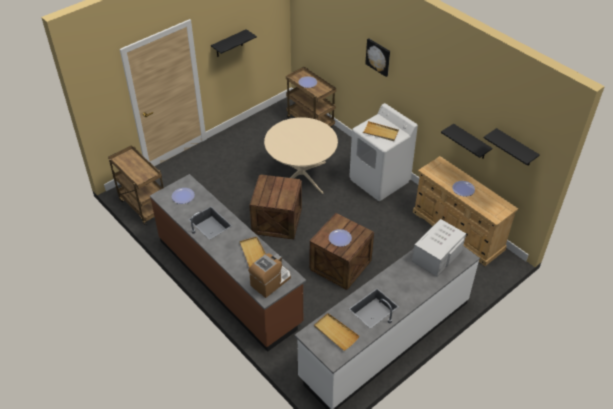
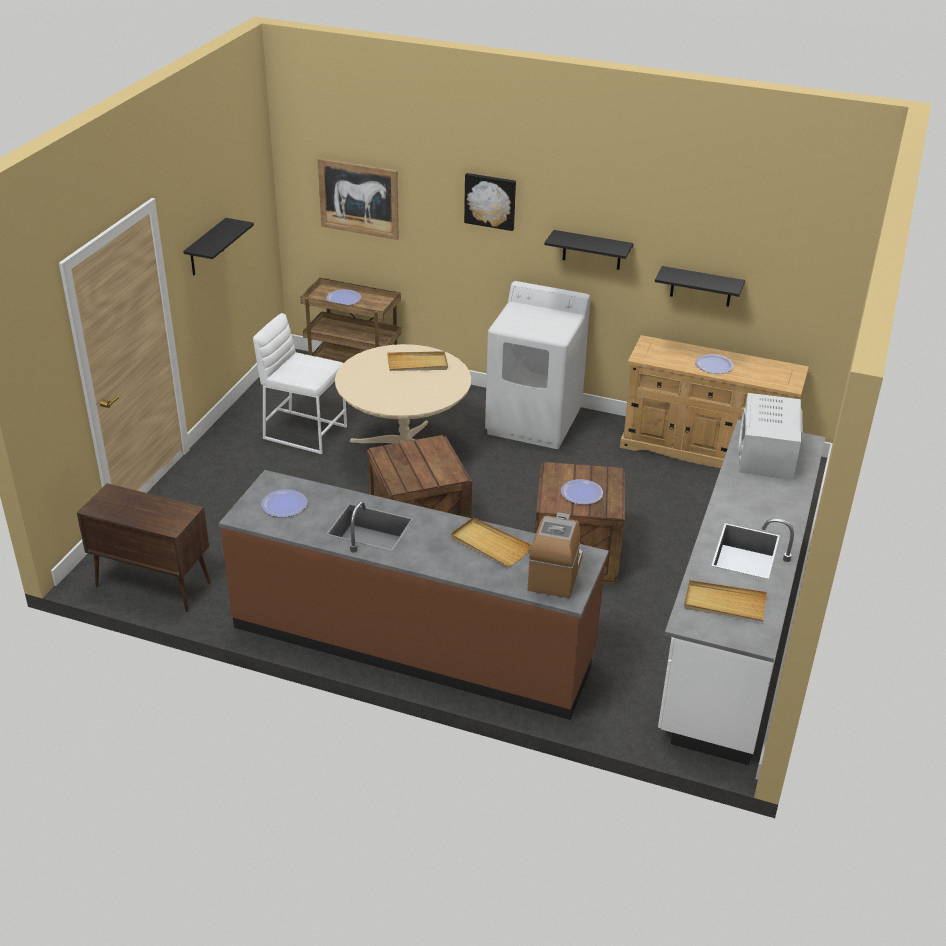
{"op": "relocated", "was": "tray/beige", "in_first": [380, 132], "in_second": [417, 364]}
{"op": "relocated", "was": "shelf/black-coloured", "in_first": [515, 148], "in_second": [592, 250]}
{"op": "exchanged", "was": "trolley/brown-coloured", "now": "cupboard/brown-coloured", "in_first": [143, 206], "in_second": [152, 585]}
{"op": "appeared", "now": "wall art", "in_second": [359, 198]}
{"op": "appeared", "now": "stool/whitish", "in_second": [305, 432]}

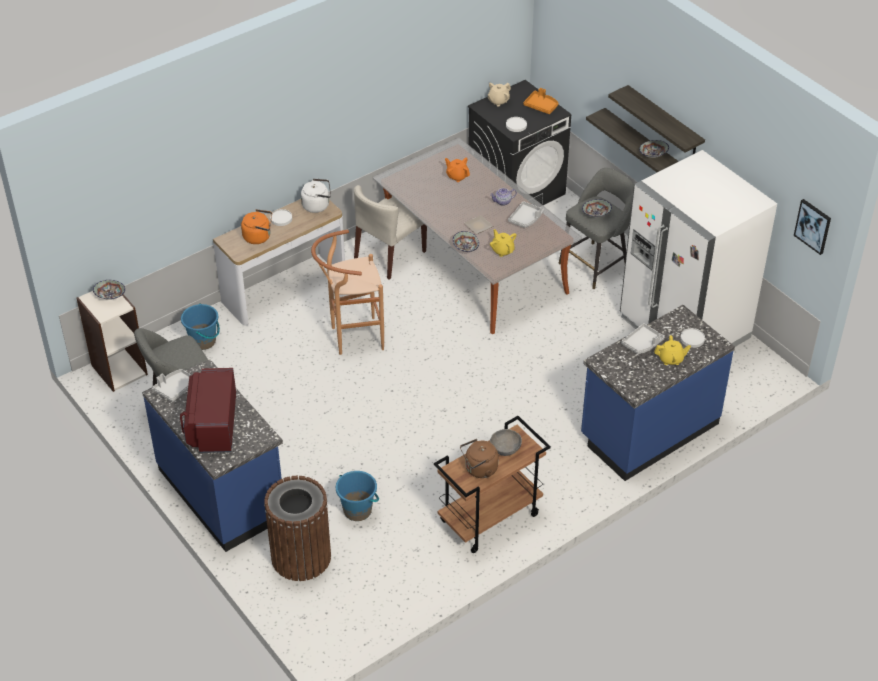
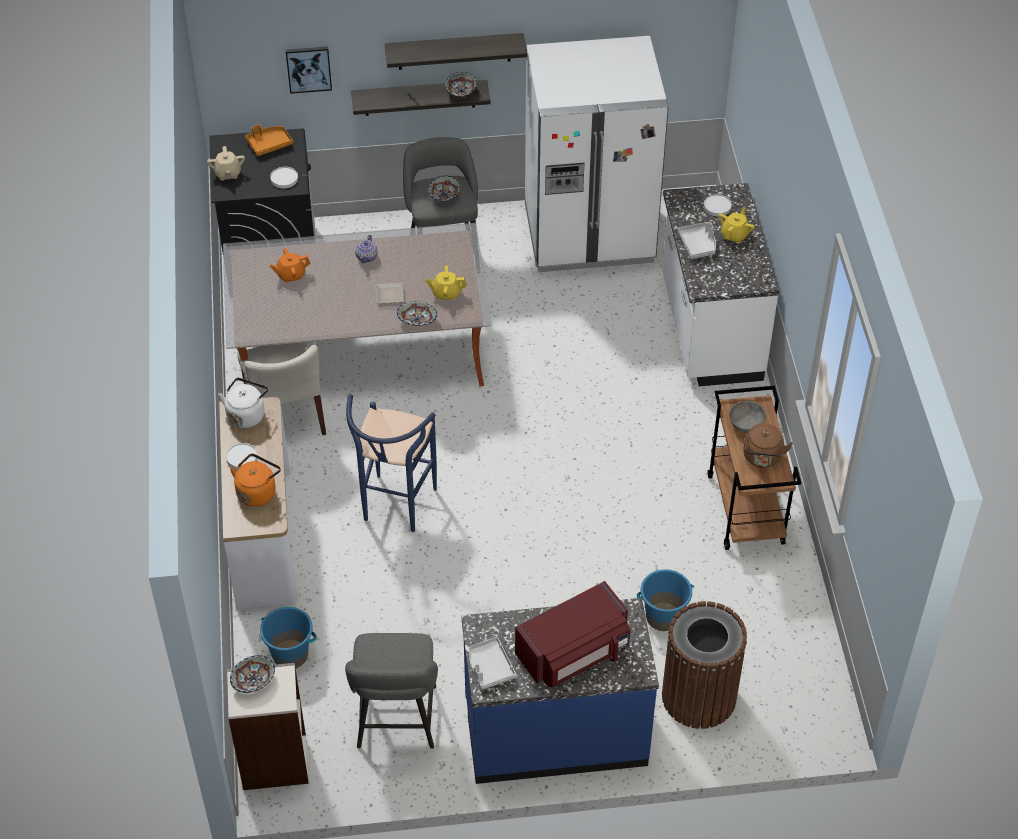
{"op": "relocated", "was": "wall art", "in_first": [813, 226], "in_second": [308, 68]}
{"op": "missing", "was": "tray/gray", "in_first": [526, 219]}
{"op": "colour", "was": "stool/brown-coloured", "now": "stool/blue-coloured", "in_first": [351, 338], "in_second": [395, 509]}
{"op": "colour", "was": "kitchen counter/blue-coloured", "now": "kitchen counter/whitish", "in_first": [648, 430], "in_second": [709, 330]}
{"op": "spun", "was": "microwave oven/reddish", "in_first": [212, 424], "in_second": [574, 653], "clockwise": -60}

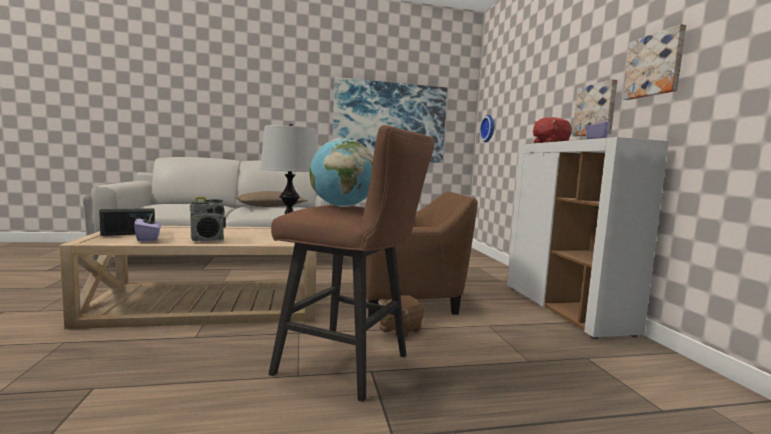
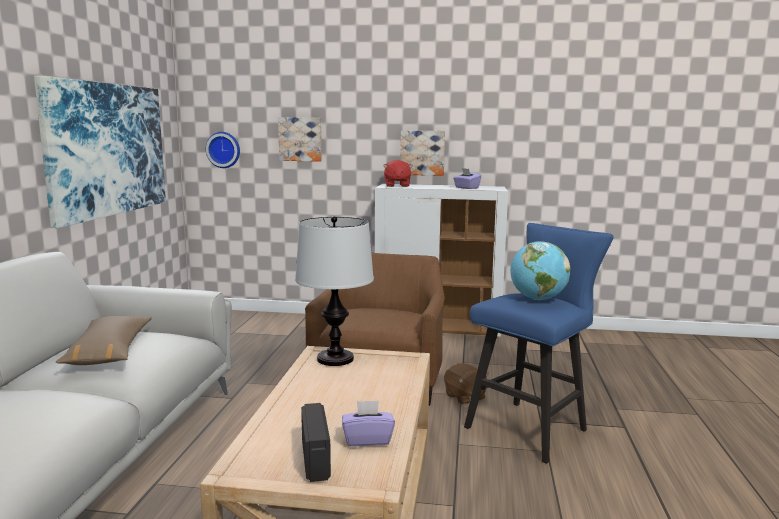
{"op": "relocated", "was": "wall art", "in_first": [655, 65], "in_second": [300, 139]}
{"op": "colour", "was": "stool/brown-coloured", "now": "stool/blue-coloured", "in_first": [351, 366], "in_second": [532, 427]}
{"op": "missing", "was": "radio receiver", "in_first": [208, 239]}

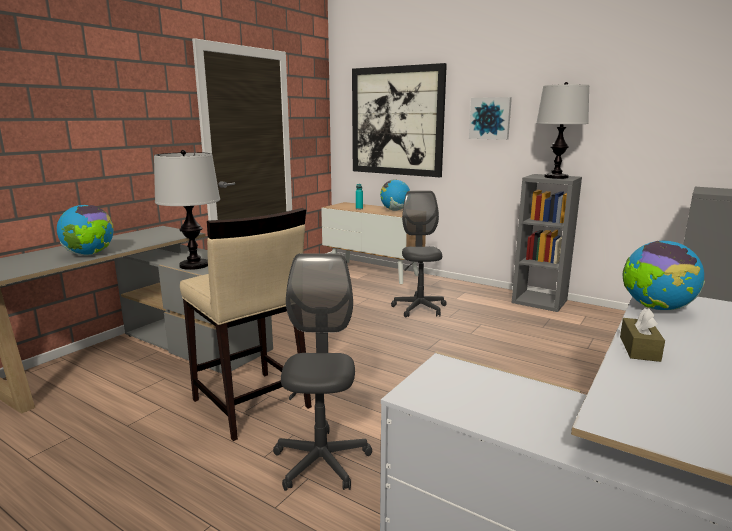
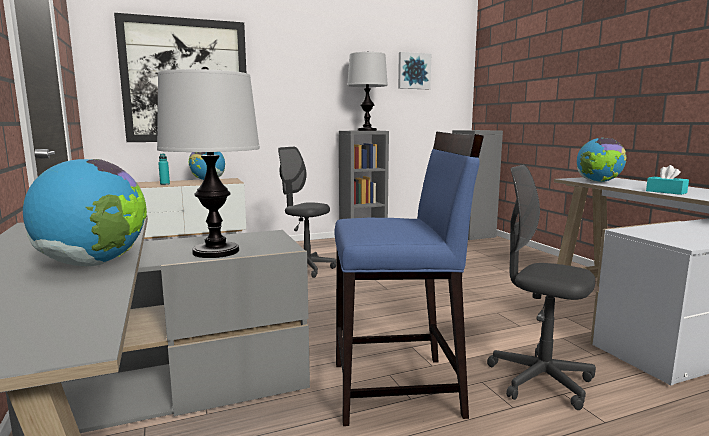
{"op": "relocated", "was": "wall art", "in_first": [490, 118], "in_second": [413, 71]}
{"op": "colour", "was": "stool/beige", "now": "stool/blue-coloured", "in_first": [251, 404], "in_second": [397, 389]}
{"op": "colour", "was": "box of tissues/brown-coloured", "now": "box of tissues/turquoise", "in_first": [639, 349], "in_second": [666, 192]}

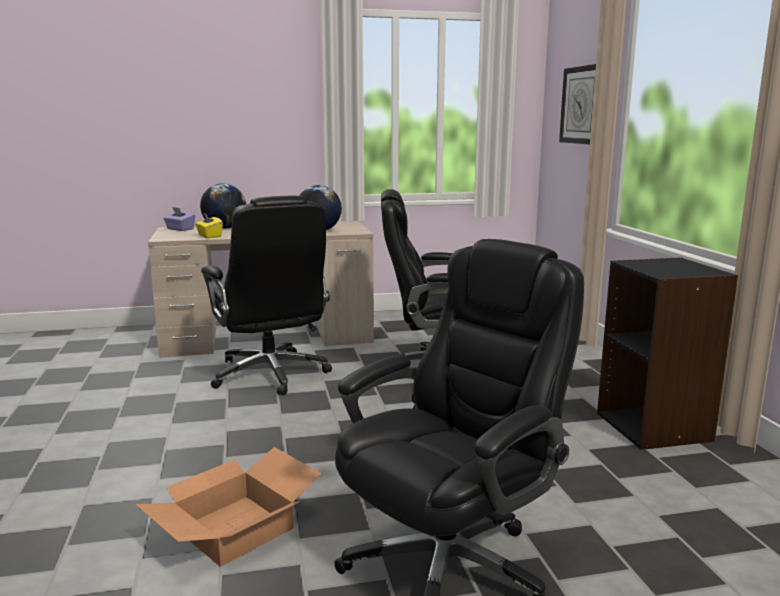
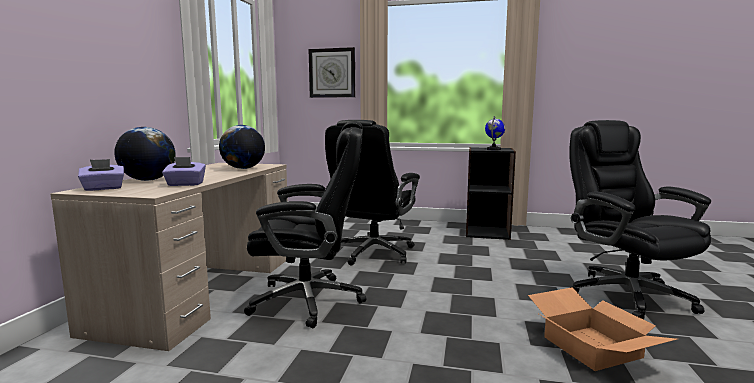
{"op": "colour", "was": "box of tissues/yellow-coloured", "now": "box of tissues/purplish", "in_first": [209, 236], "in_second": [185, 184]}
{"op": "appeared", "now": "world globe", "in_second": [493, 149]}

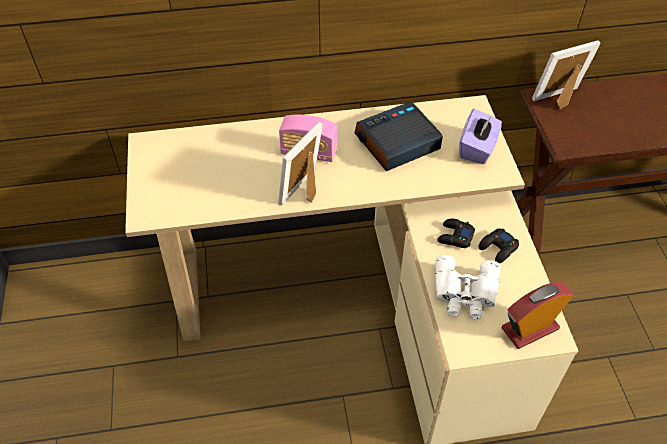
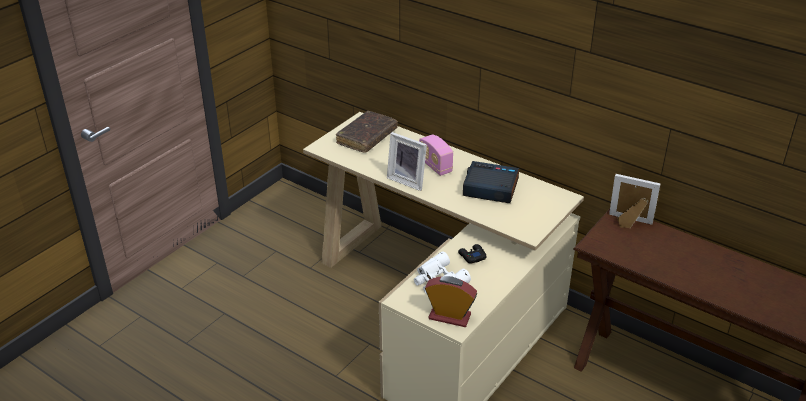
{"op": "missing", "was": "box of tissues/purplish", "in_first": [477, 148]}
{"op": "spun", "was": "picture frame", "in_first": [305, 191], "in_second": [408, 180], "clockwise": -135}
{"op": "missing", "was": "gamepad/black-coloured", "in_first": [498, 248]}
{"op": "appeared", "now": "bound book/brown-coloured", "in_second": [367, 137]}

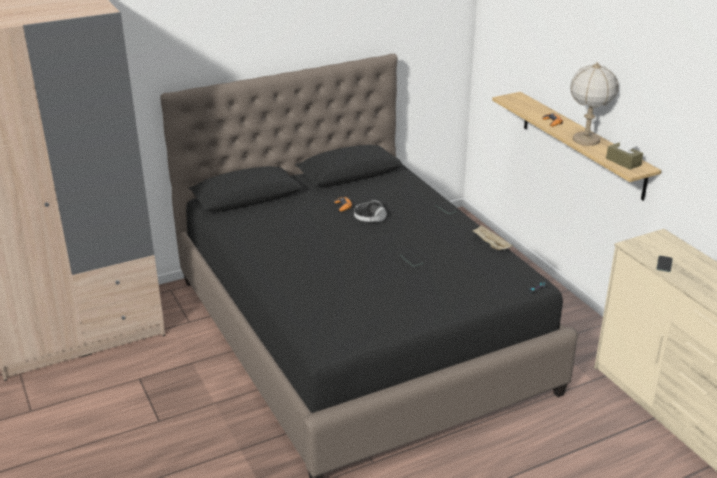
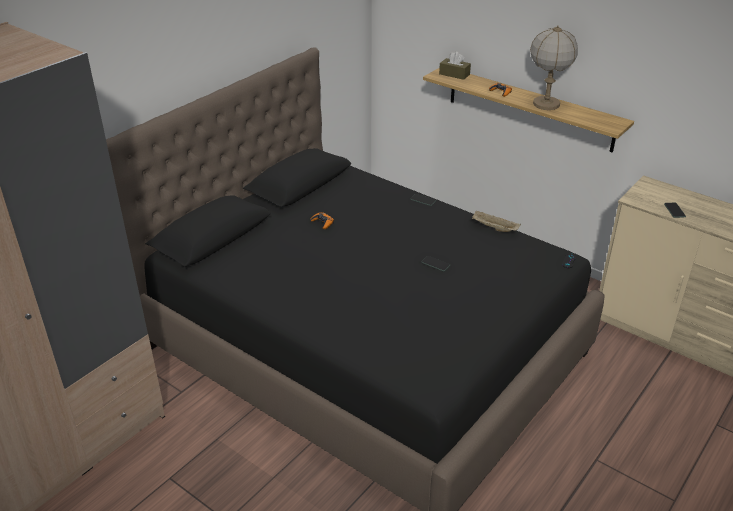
{"op": "relocated", "was": "box of tissues/brown-coloured", "in_first": [623, 162], "in_second": [454, 74]}
{"op": "missing", "was": "pair of headphones", "in_first": [369, 219]}

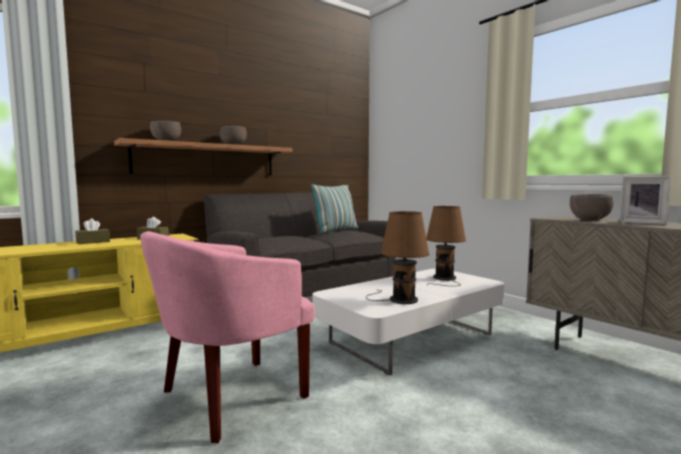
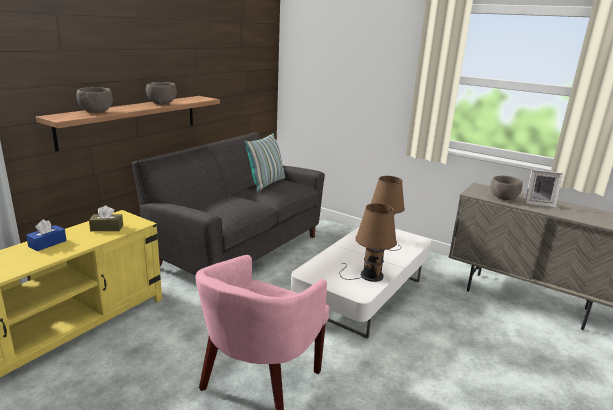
{"op": "colour", "was": "box of tissues/brown-coloured", "now": "box of tissues/blue-coloured", "in_first": [93, 242], "in_second": [47, 243]}

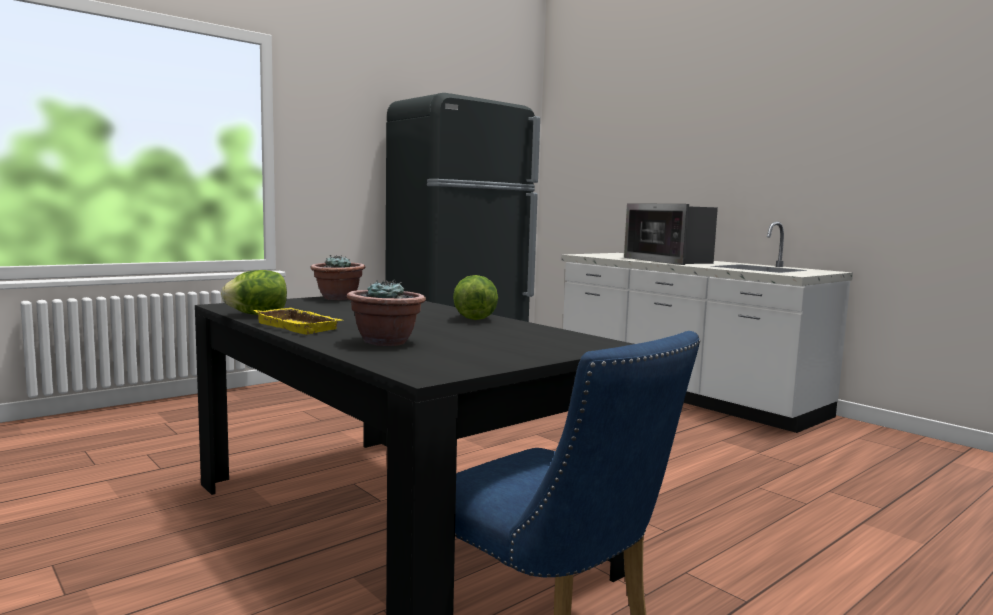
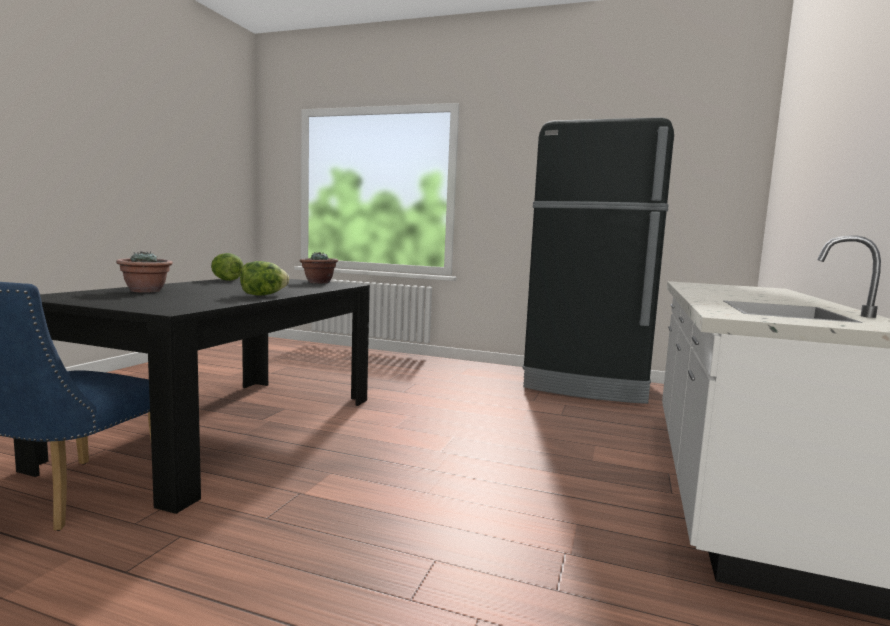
{"op": "missing", "was": "microwave oven", "in_first": [670, 261]}
{"op": "missing", "was": "tray/yellow-coloured", "in_first": [301, 327]}

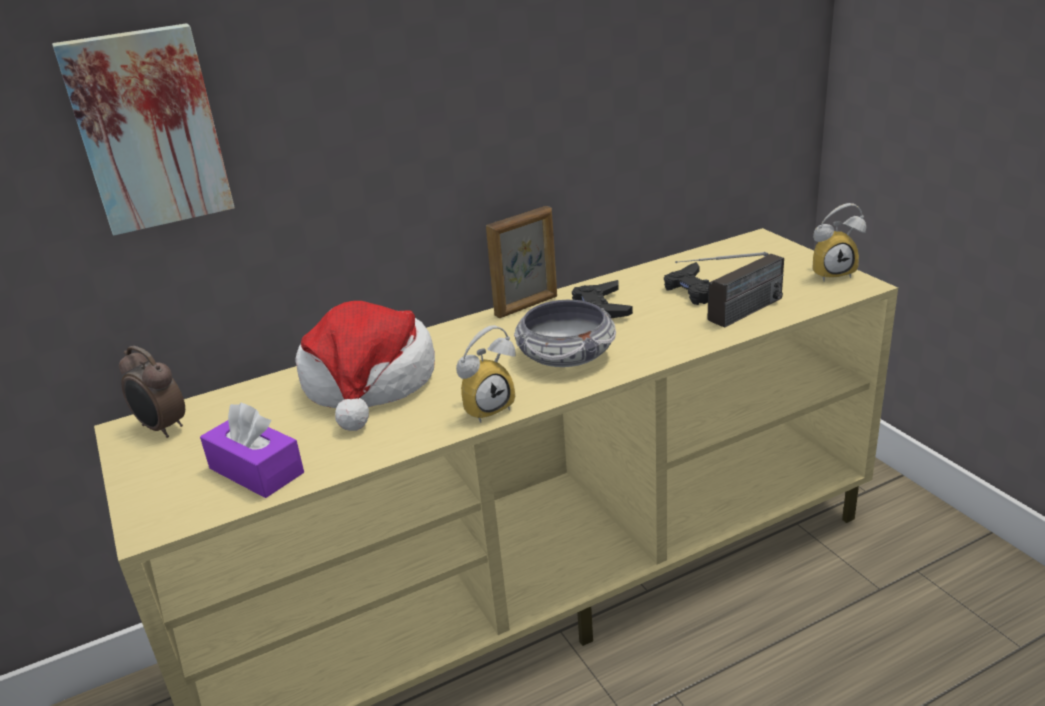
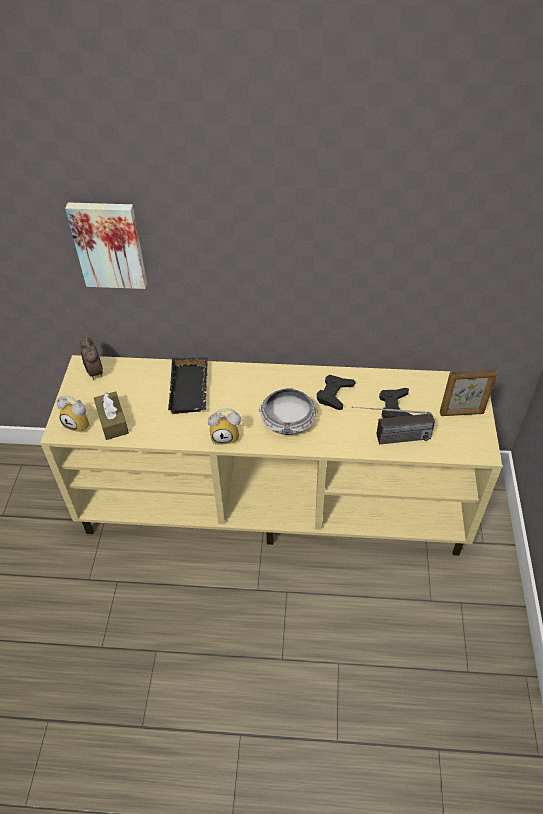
{"op": "relocated", "was": "bedside clock", "in_first": [832, 273], "in_second": [80, 423]}
{"op": "relocated", "was": "picture frame", "in_first": [527, 306], "in_second": [462, 413]}
{"op": "exchanged", "was": "hat", "now": "tray/black-coloured", "in_first": [369, 383], "in_second": [191, 390]}
{"op": "colour", "was": "box of tissues/purplish", "now": "box of tissues/brown-coloured", "in_first": [256, 470], "in_second": [112, 421]}

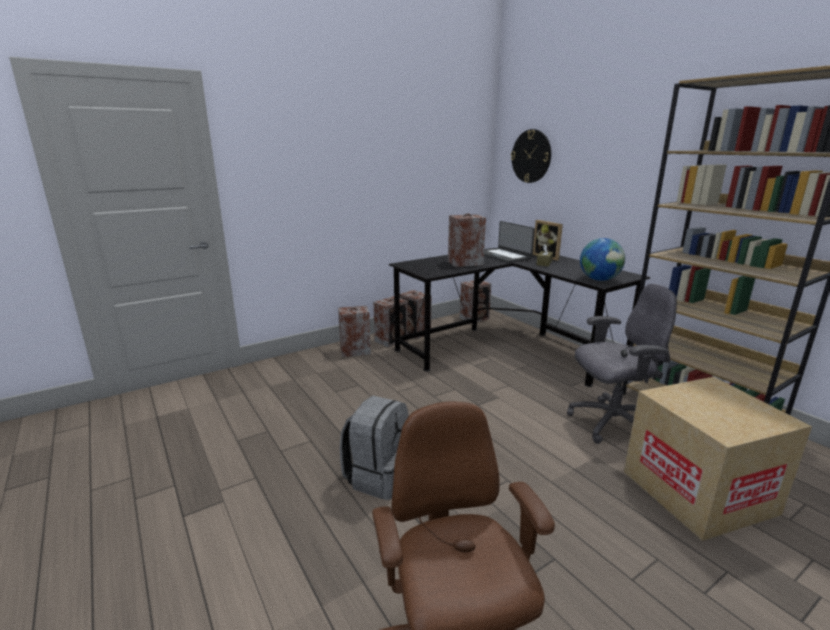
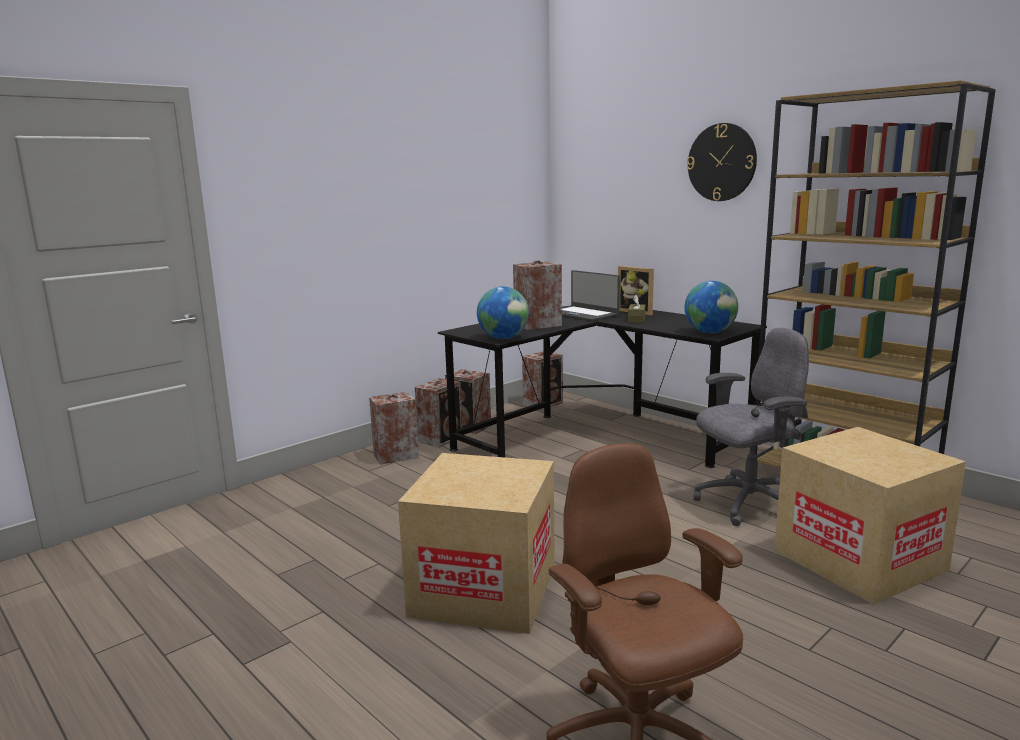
{"op": "relocated", "was": "wall clock", "in_first": [531, 156], "in_second": [721, 162]}
{"op": "exchanged", "was": "knapsack/gray", "now": "cardboard box", "in_first": [378, 476], "in_second": [484, 590]}
{"op": "appeared", "now": "world globe", "in_second": [503, 338]}

